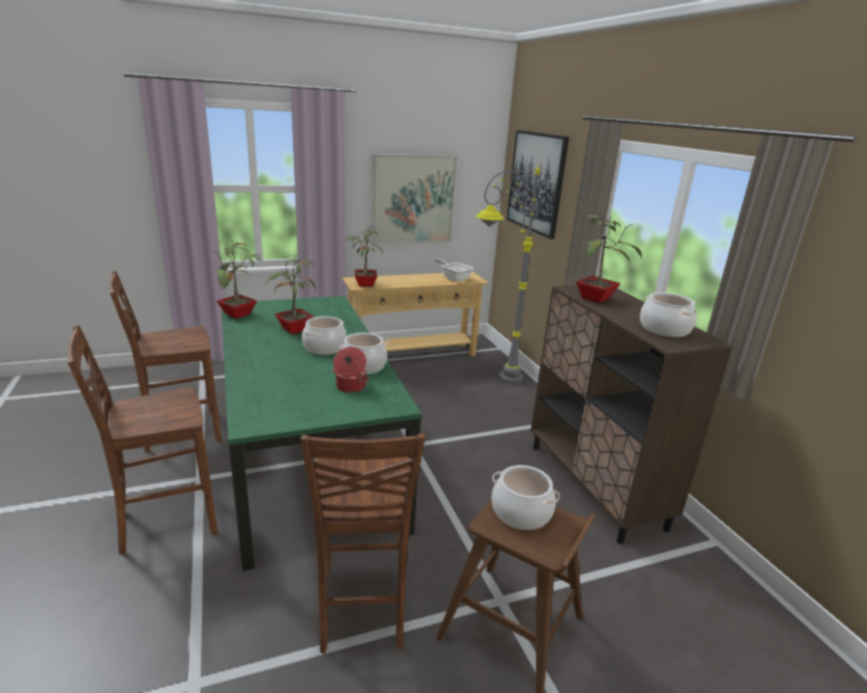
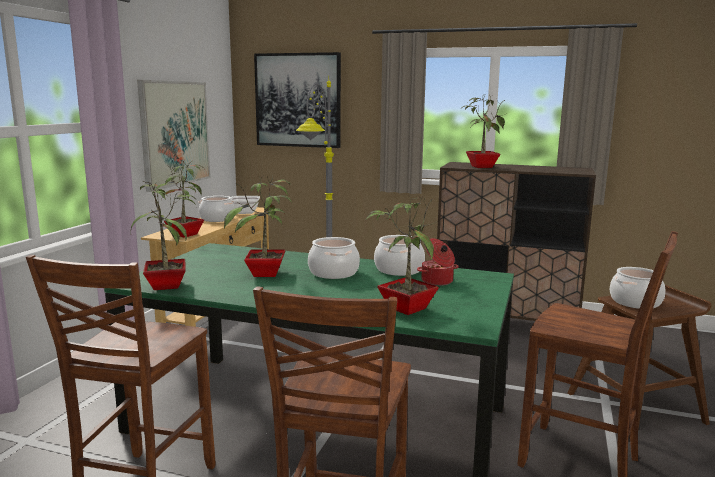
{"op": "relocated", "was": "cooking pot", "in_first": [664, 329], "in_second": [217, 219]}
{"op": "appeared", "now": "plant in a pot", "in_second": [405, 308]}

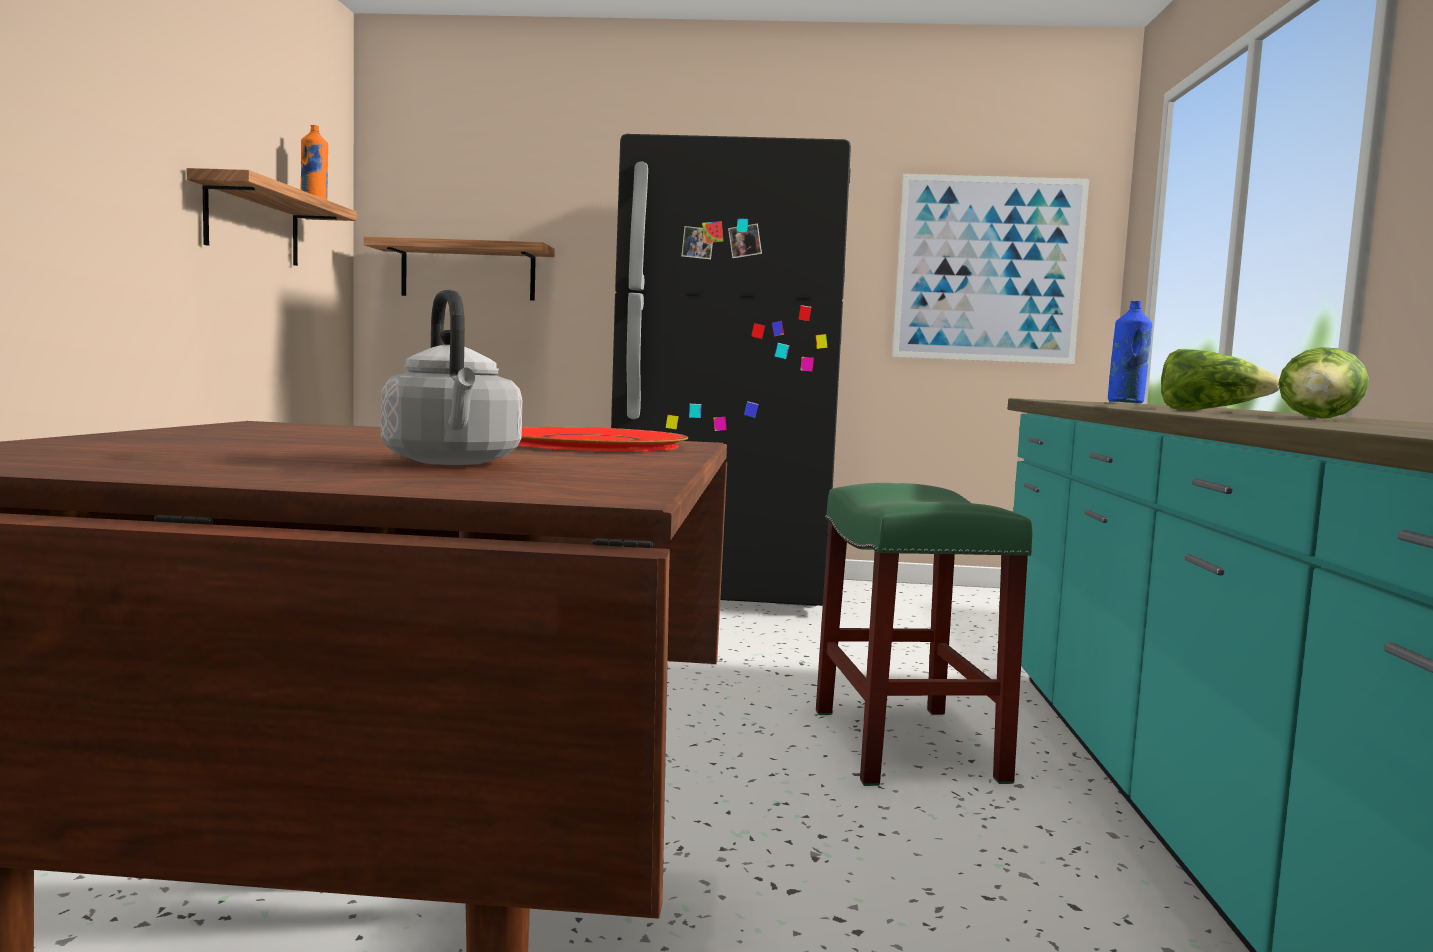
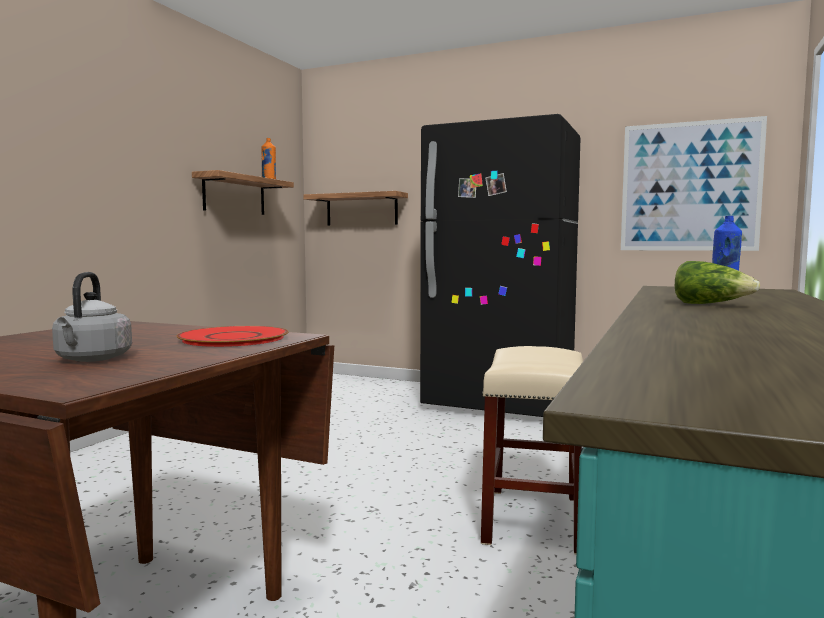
{"op": "missing", "was": "lettuce head", "in_first": [1320, 418]}
{"op": "colour", "was": "stool/greenish", "now": "stool/beige", "in_first": [908, 745], "in_second": [534, 520]}

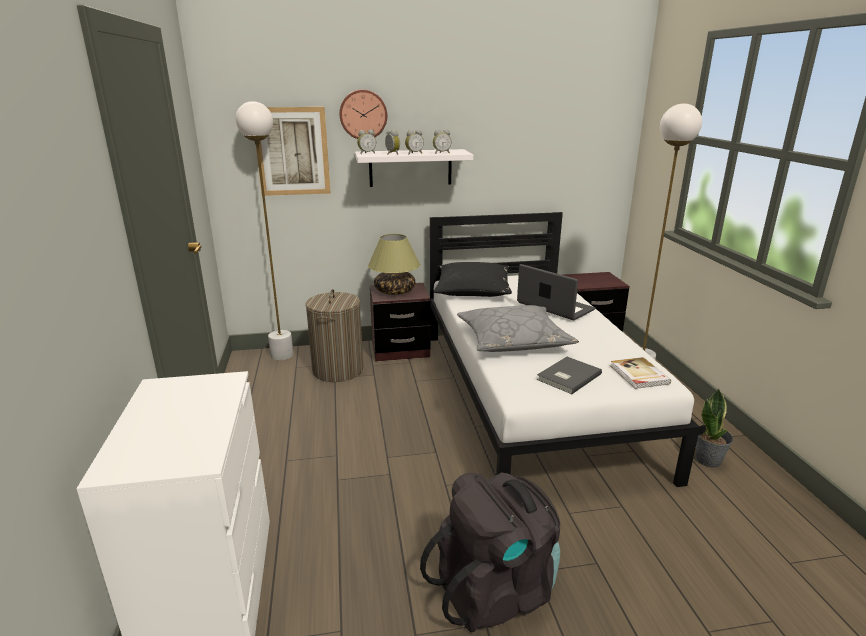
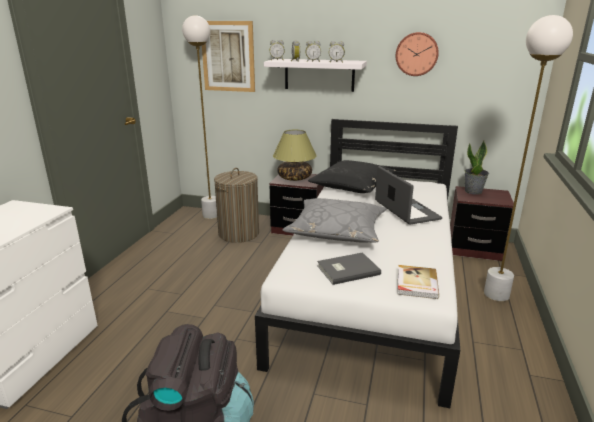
{"op": "relocated", "was": "wall clock", "in_first": [363, 114], "in_second": [416, 54]}
{"op": "relocated", "was": "plant in a pot", "in_first": [708, 460], "in_second": [473, 191]}

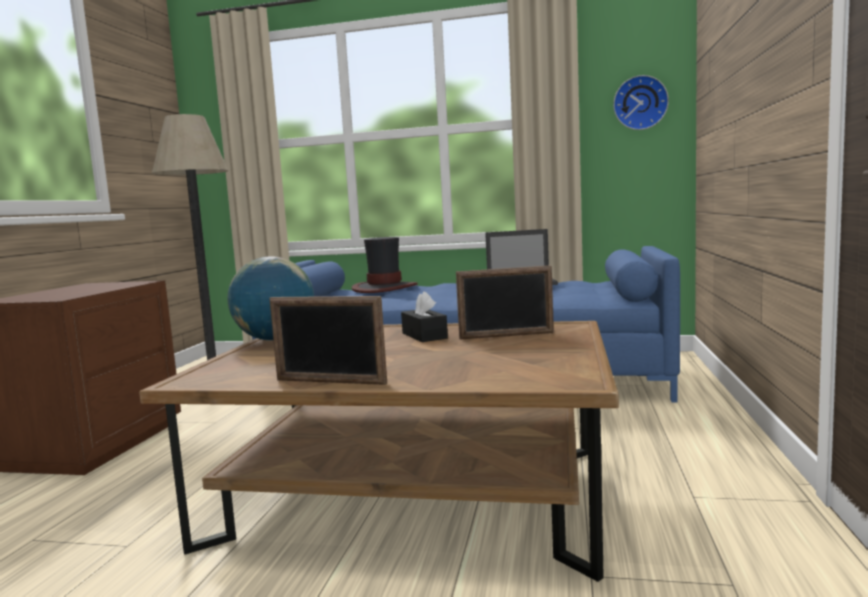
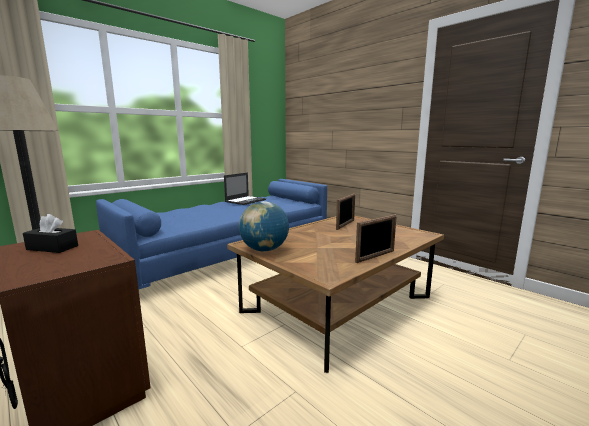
{"op": "missing", "was": "wall clock", "in_first": [640, 103]}
{"op": "missing", "was": "hat", "in_first": [384, 288]}
{"op": "relocated", "was": "box of tissues/black-coloured", "in_first": [424, 336], "in_second": [52, 248]}

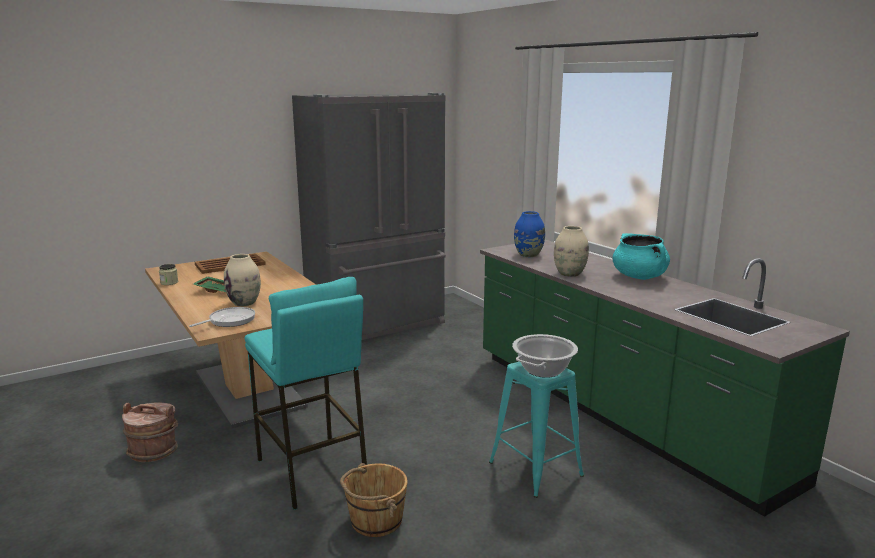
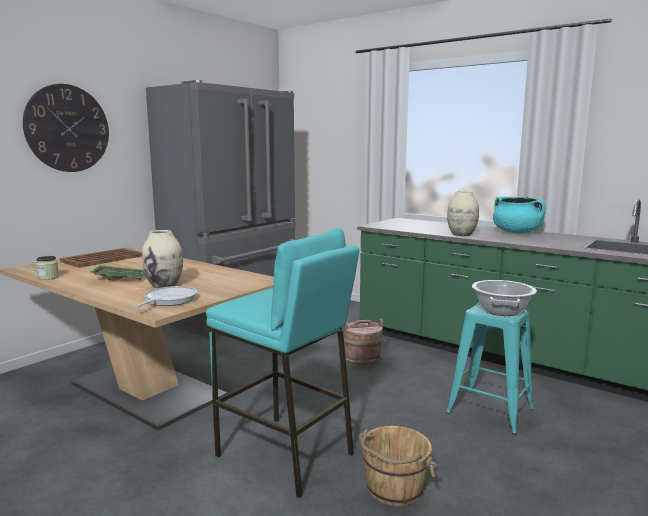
{"op": "missing", "was": "flower vase/blue-coloured", "in_first": [528, 255]}
{"op": "relocated", "was": "pail/brown-coloured", "in_first": [154, 451], "in_second": [362, 360]}
{"op": "appeared", "now": "wall clock", "in_second": [67, 128]}

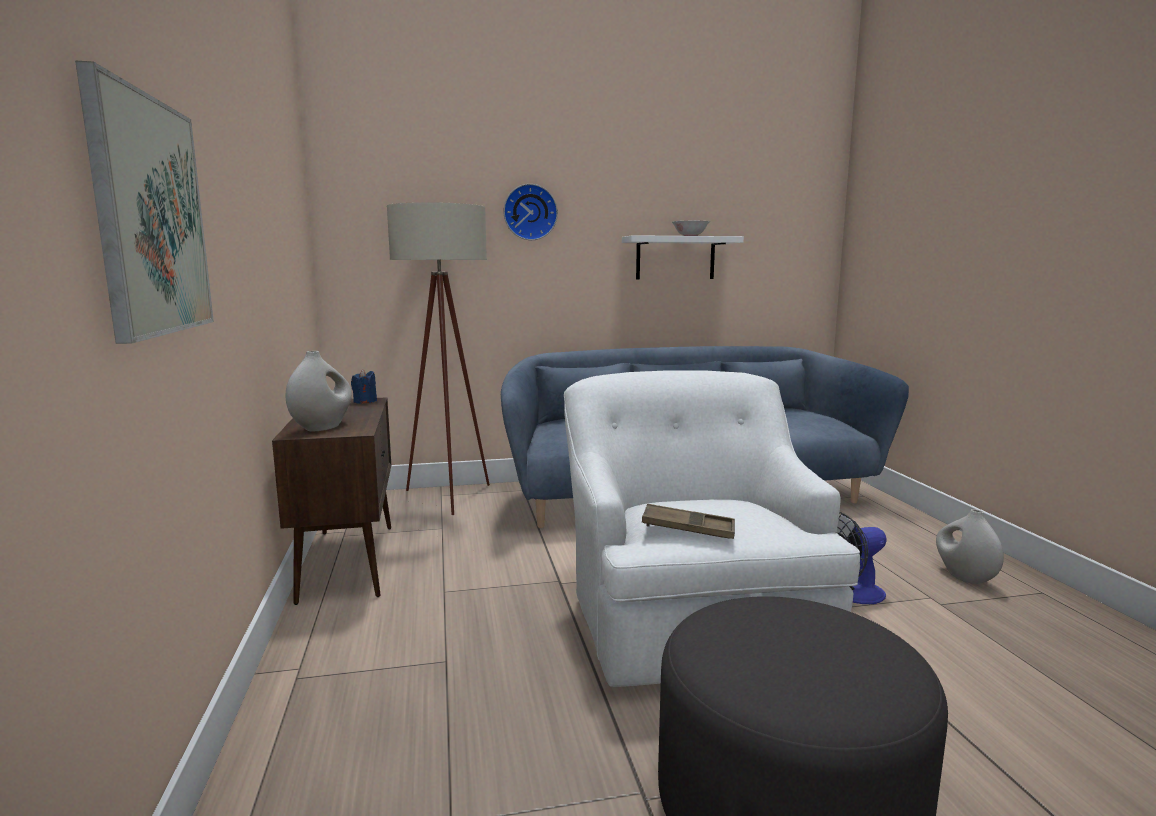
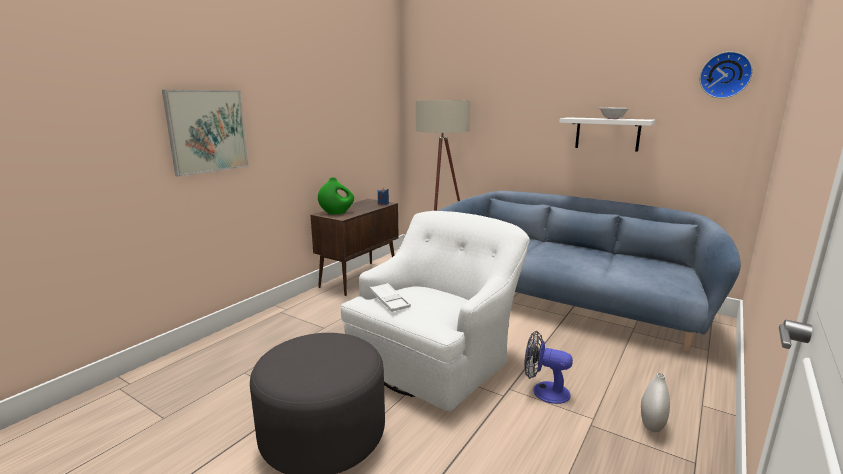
{"op": "relocated", "was": "wall clock", "in_first": [530, 212], "in_second": [725, 75]}
{"op": "colour", "was": "flower vase/whitish", "now": "flower vase/greenish", "in_first": [322, 427], "in_second": [337, 213]}
{"op": "colour", "was": "tray/brown-coloured", "now": "tray/whitish", "in_first": [688, 528], "in_second": [389, 301]}

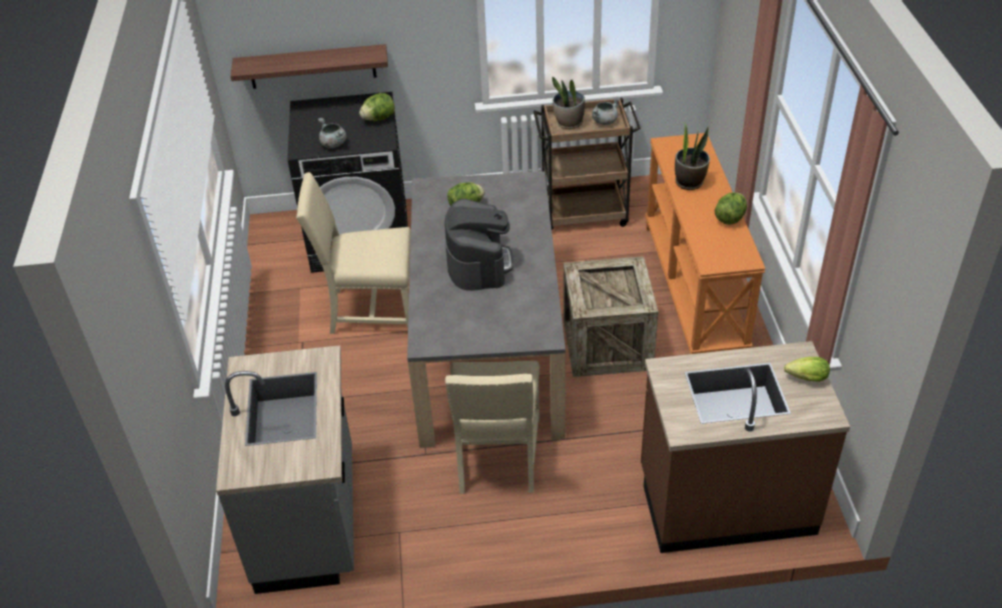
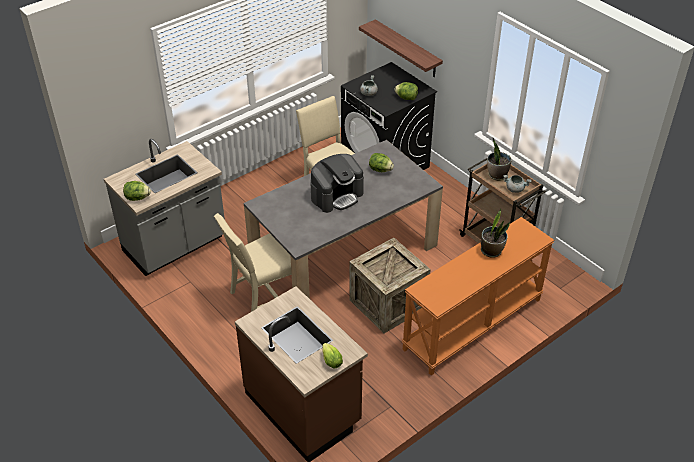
{"op": "relocated", "was": "lettuce head", "in_first": [730, 218], "in_second": [137, 198]}

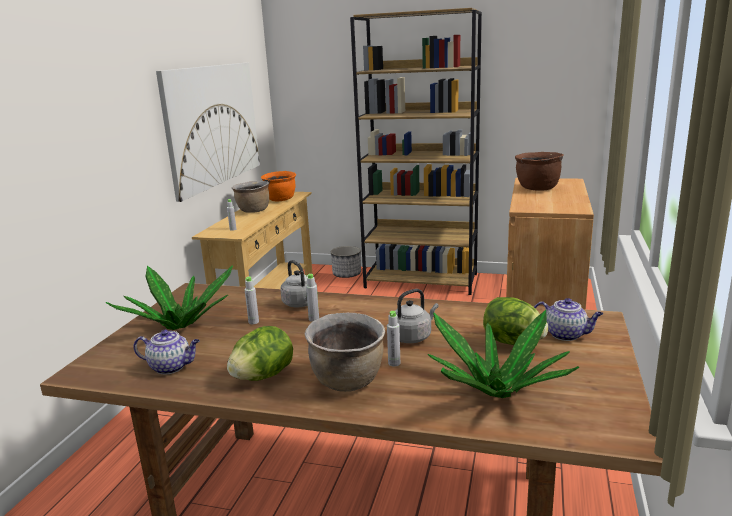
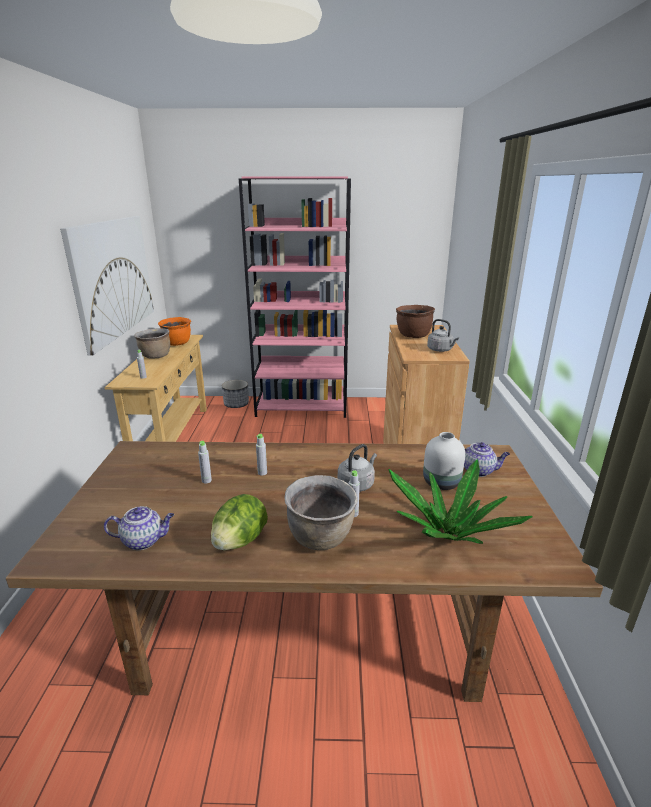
{"op": "colour", "was": "bookshelf/brown-coloured", "now": "bookshelf/pink-coloured", "in_first": [422, 281], "in_second": [302, 407]}
{"op": "relocated", "was": "water kettle/gray", "in_first": [301, 304], "in_second": [441, 350]}
{"op": "missing", "was": "plant in a pot", "in_first": [180, 325]}
{"op": "exchanged", "was": "lettuce head", "now": "flower vase/whitish", "in_first": [512, 342], "in_second": [440, 482]}

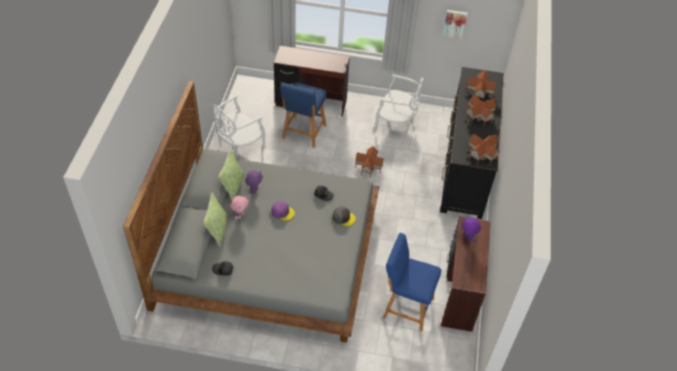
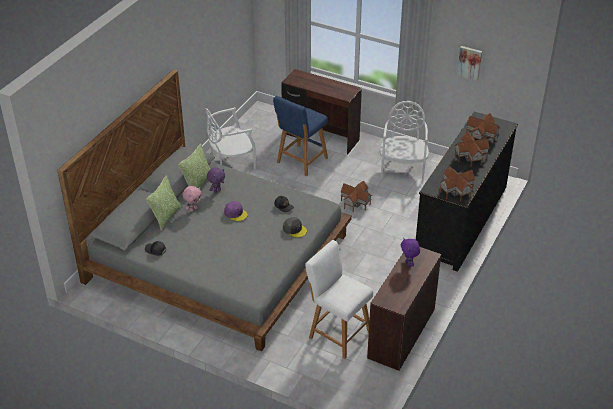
{"op": "spun", "was": "chair/whitish", "in_first": [396, 123], "in_second": [403, 169], "clockwise": -120}
{"op": "colour", "was": "stool/blue-coloured", "now": "stool/whitish", "in_first": [405, 306], "in_second": [337, 333]}

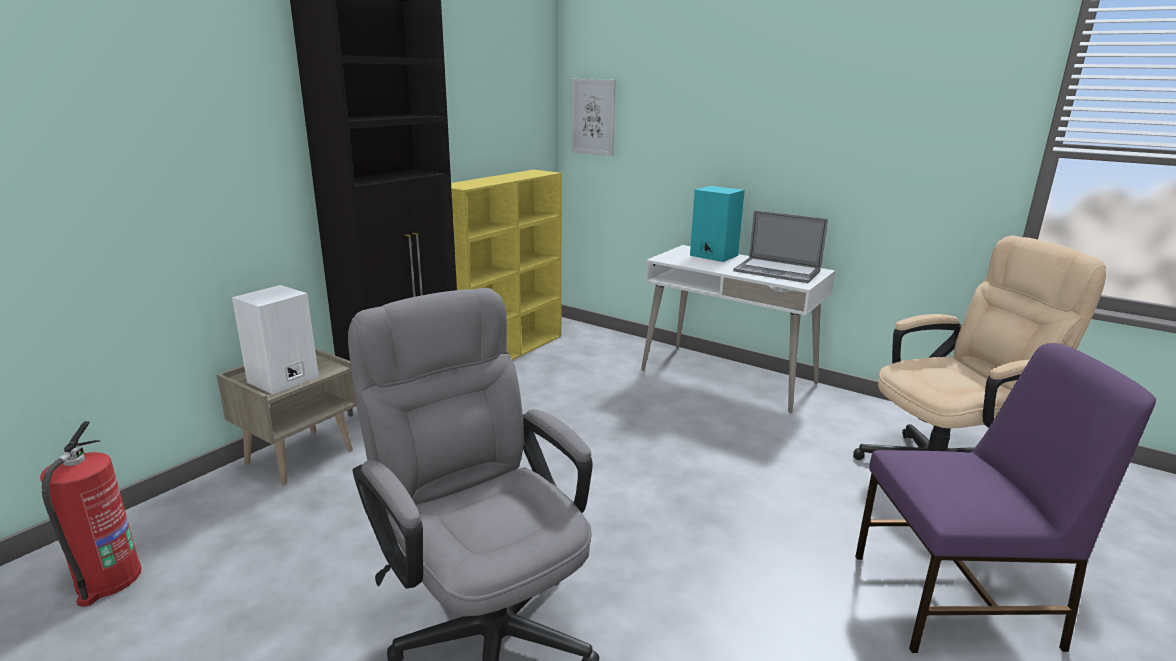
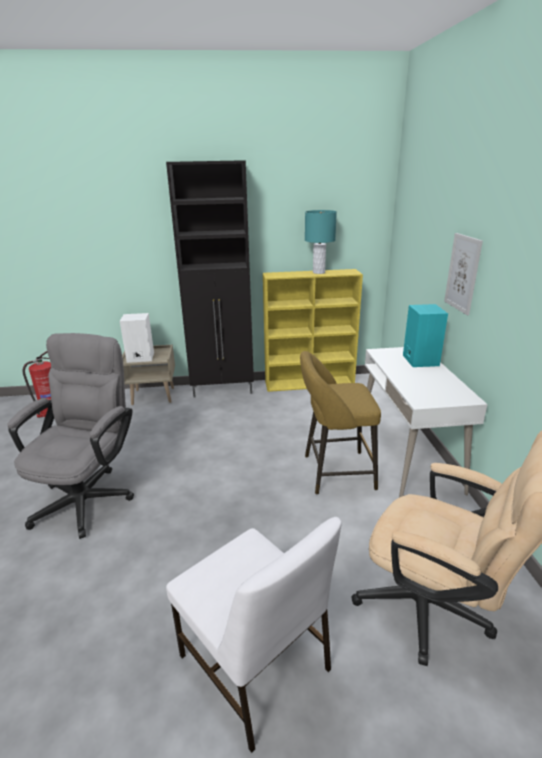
{"op": "relocated", "was": "wall art", "in_first": [593, 117], "in_second": [462, 273]}
{"op": "missing", "was": "laptop", "in_first": [777, 271]}
{"op": "colour", "was": "chair/purplish", "now": "chair/whitish", "in_first": [957, 601], "in_second": [255, 665]}
{"op": "appeared", "now": "tabletop lamp/turquoise", "in_second": [318, 272]}
{"op": "appeared", "now": "stool/yellow-coloured", "in_second": [334, 472]}

